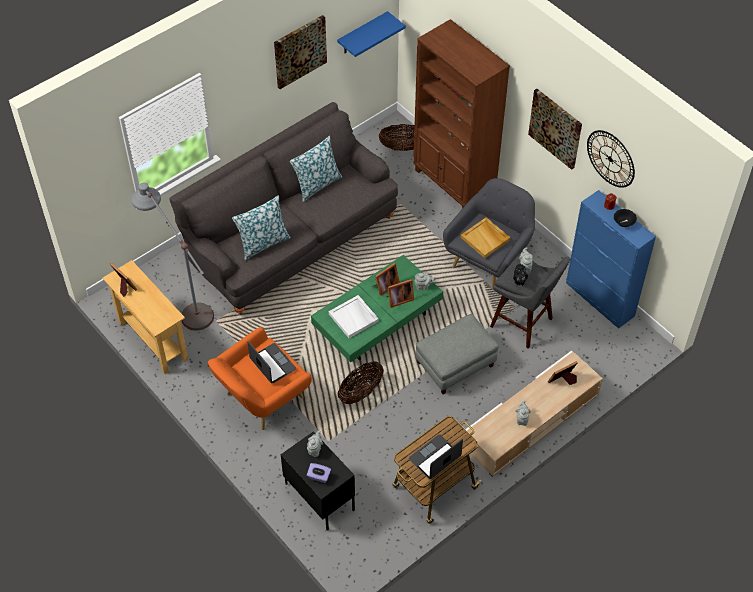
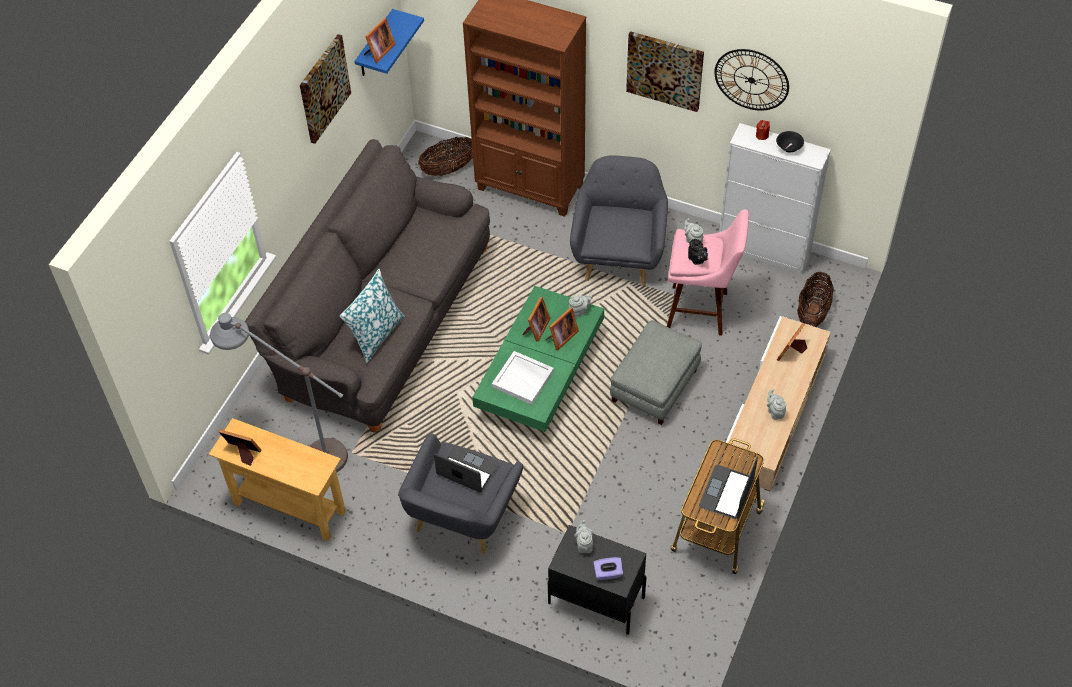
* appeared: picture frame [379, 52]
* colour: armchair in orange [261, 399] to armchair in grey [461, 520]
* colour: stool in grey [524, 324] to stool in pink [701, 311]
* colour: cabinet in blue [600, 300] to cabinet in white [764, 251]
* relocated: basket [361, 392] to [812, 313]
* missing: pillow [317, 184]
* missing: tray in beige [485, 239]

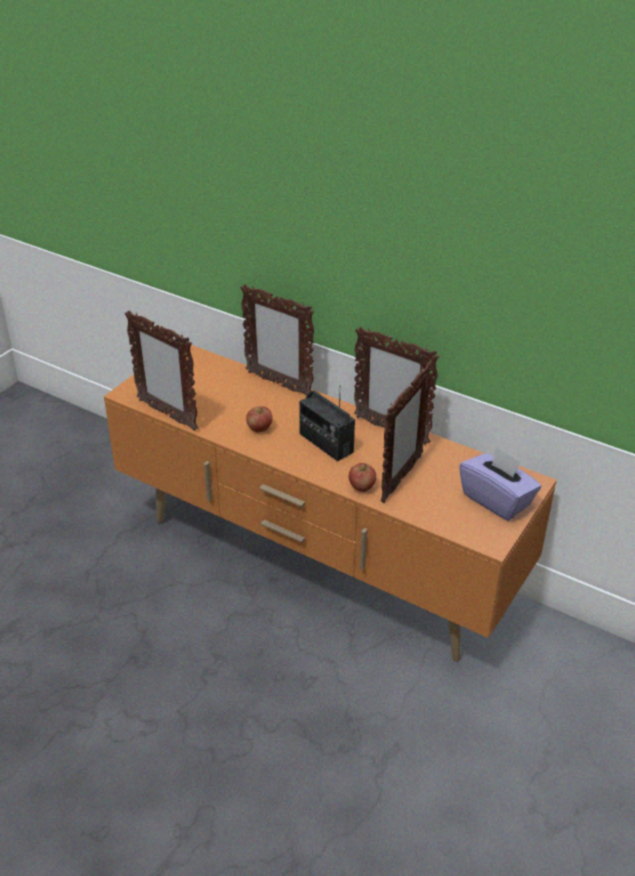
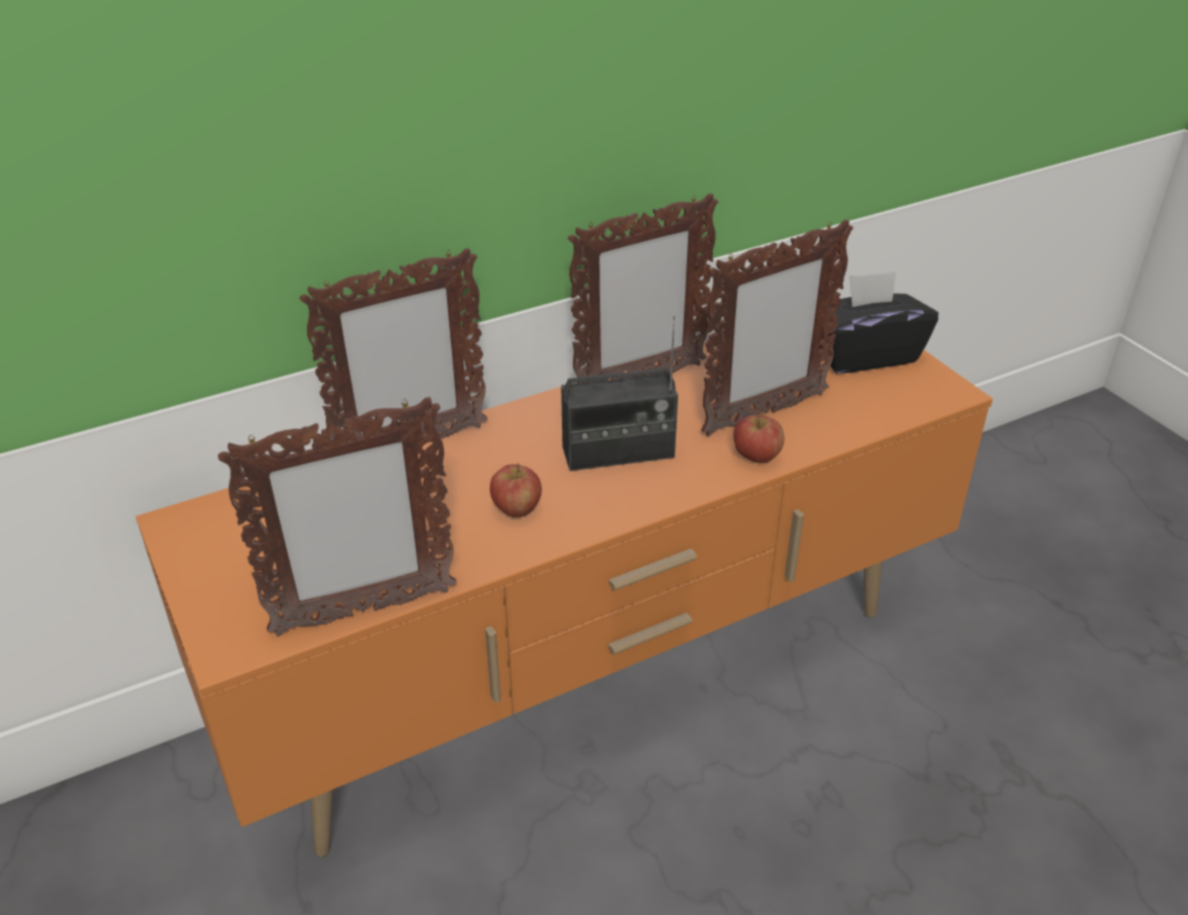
* spun: picture frame [401, 479] = [763, 414] 90 degrees clockwise
* colour: tissue box in purple [496, 500] to tissue box in black [864, 354]

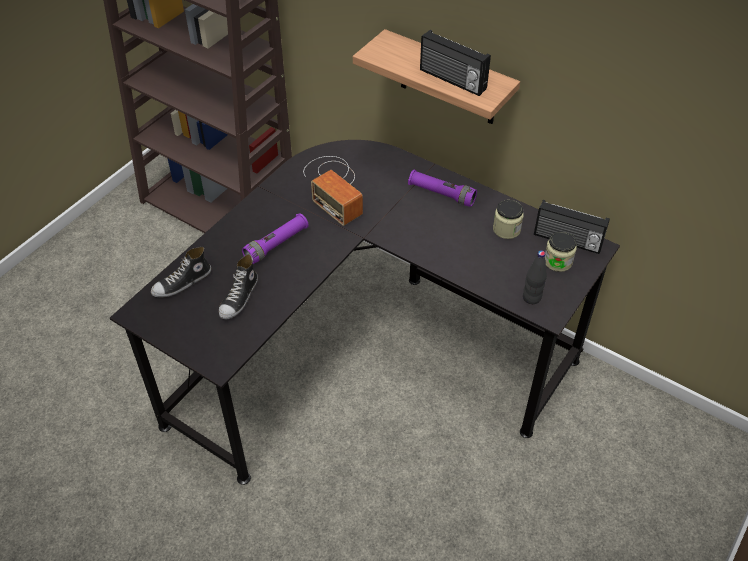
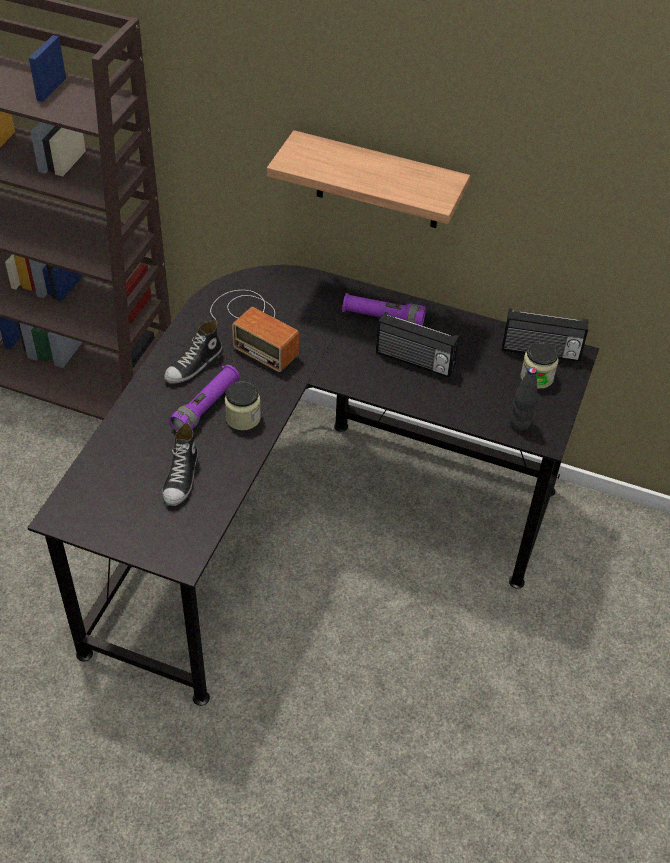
* relocated: shoe [182, 283] to [194, 365]
* relocated: jar [506, 229] to [243, 418]
* relocated: radio [452, 80] to [414, 361]

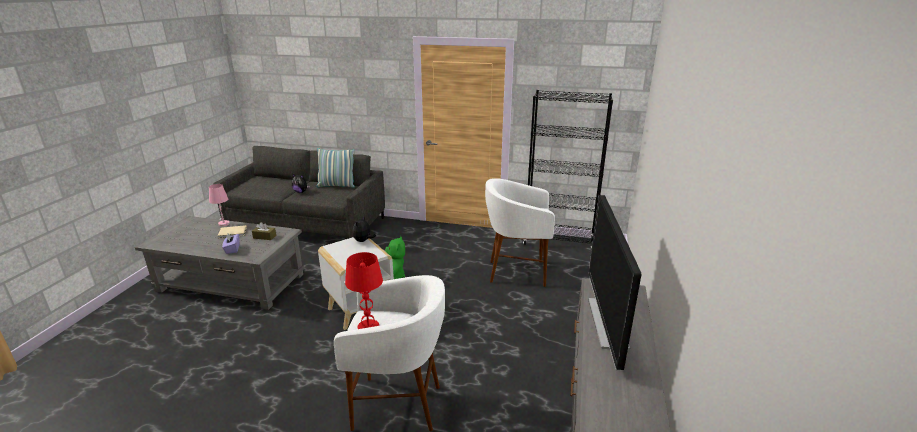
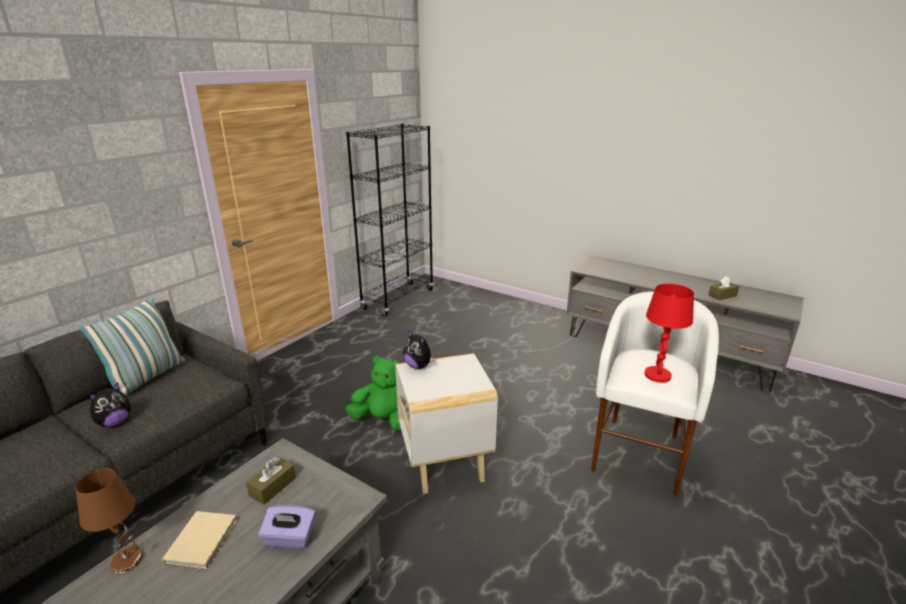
* colour: table lamp in pink [224, 224] to table lamp in brown [128, 560]
* appeared: tissue box in brown [722, 295]
* missing: stool in white [516, 272]
* missing: television [607, 323]

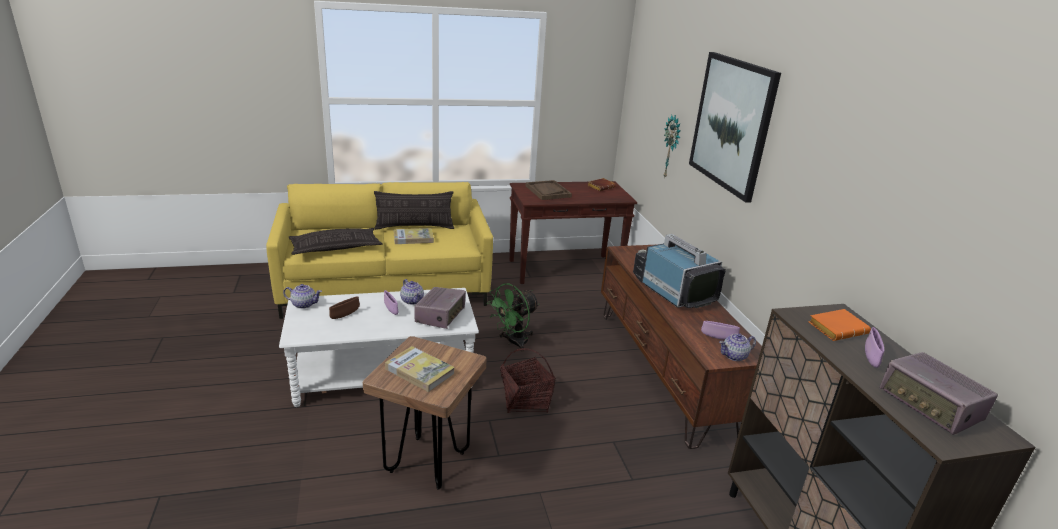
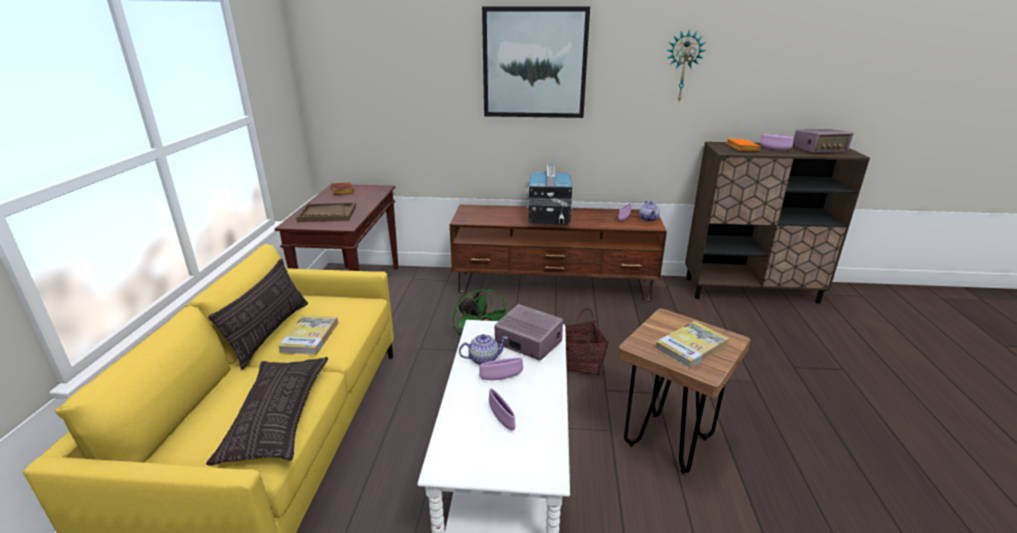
* colour: bowl in brown [345, 315] to bowl in purple [501, 419]
* spun: television [673, 291] = [549, 217] 75 degrees counterclockwise
* relocated: wall clock [672, 147] to [683, 66]
* missing: teapot [303, 304]

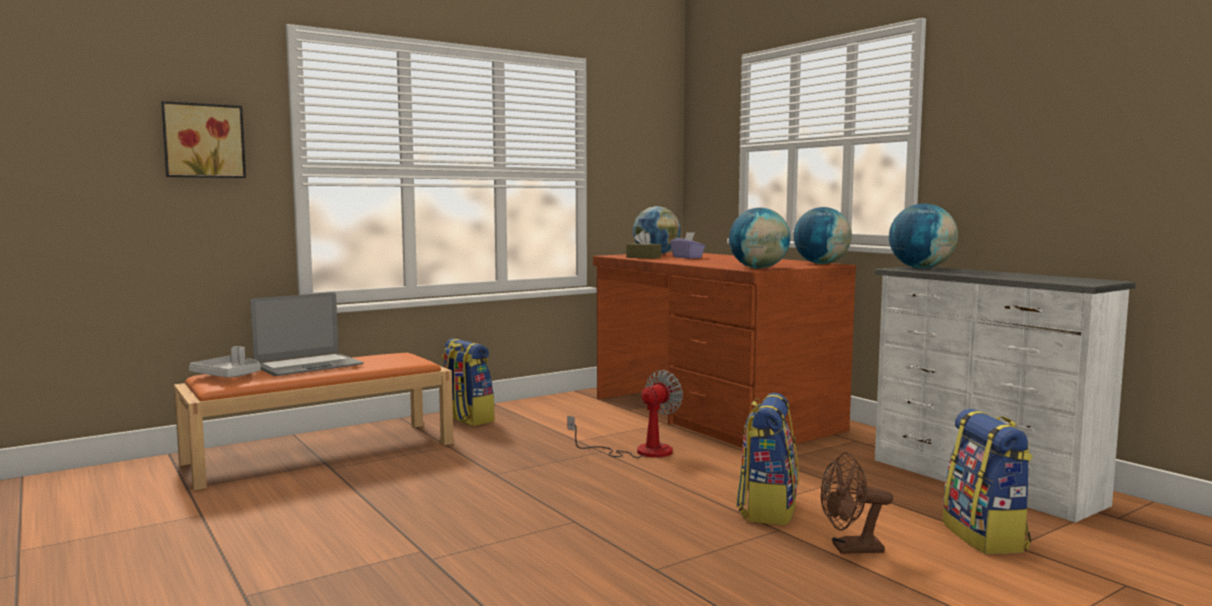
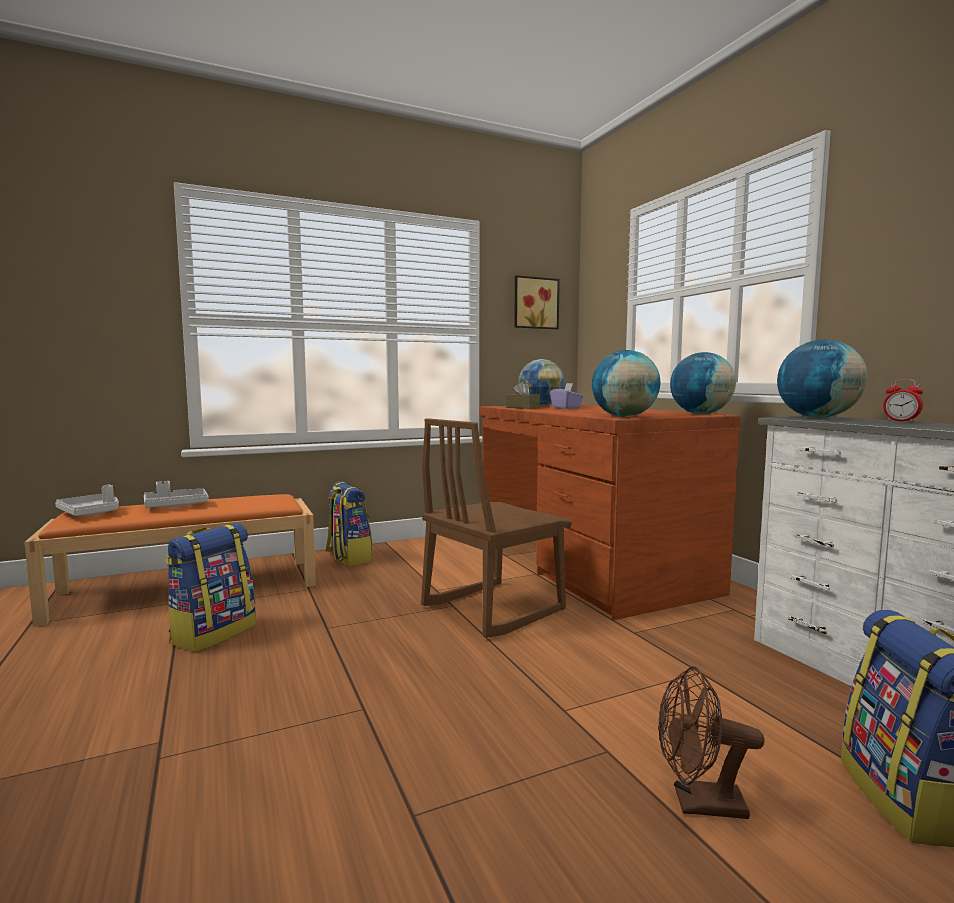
* exchanged: laptop [308, 366] to tray in grey [175, 506]
* relocated: backpack [767, 509] to [213, 633]
* exchanged: fan [640, 451] to chair in brown [492, 608]
* relocated: picture [203, 141] to [535, 303]
* appeared: alarm clock [901, 421]

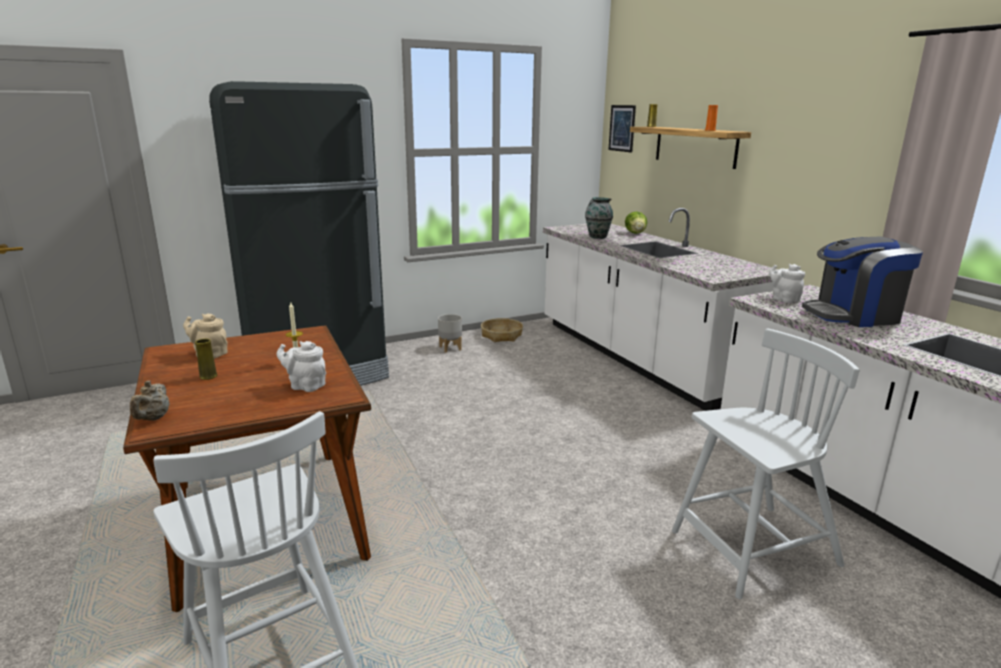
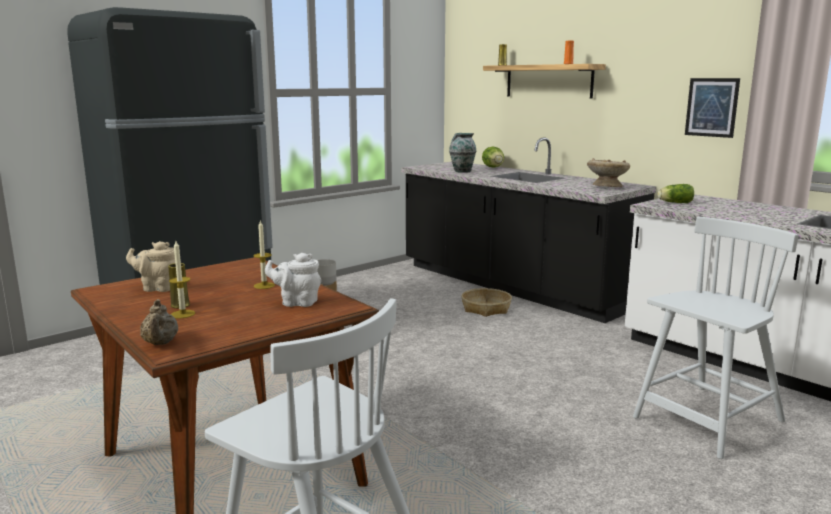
* appeared: candle [183, 314]
* colour: counter in white [638, 357] to counter in black [512, 285]
* relocated: basket [501, 336] to [485, 309]
* appeared: bowl in beige [606, 187]
* exchanged: teapot in white [783, 299] to lettuce [674, 203]
* relocated: picture [622, 128] to [711, 107]
* missing: coffee machine [853, 315]

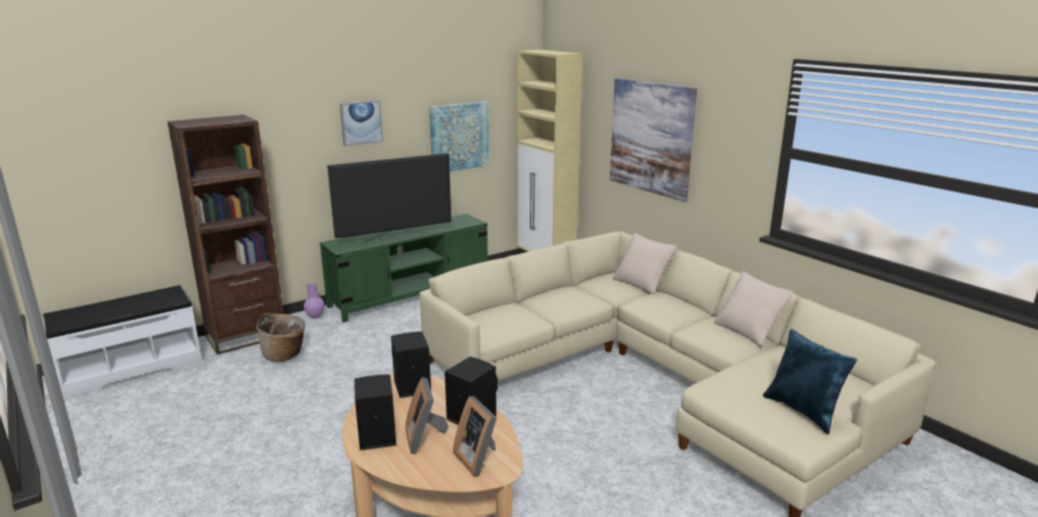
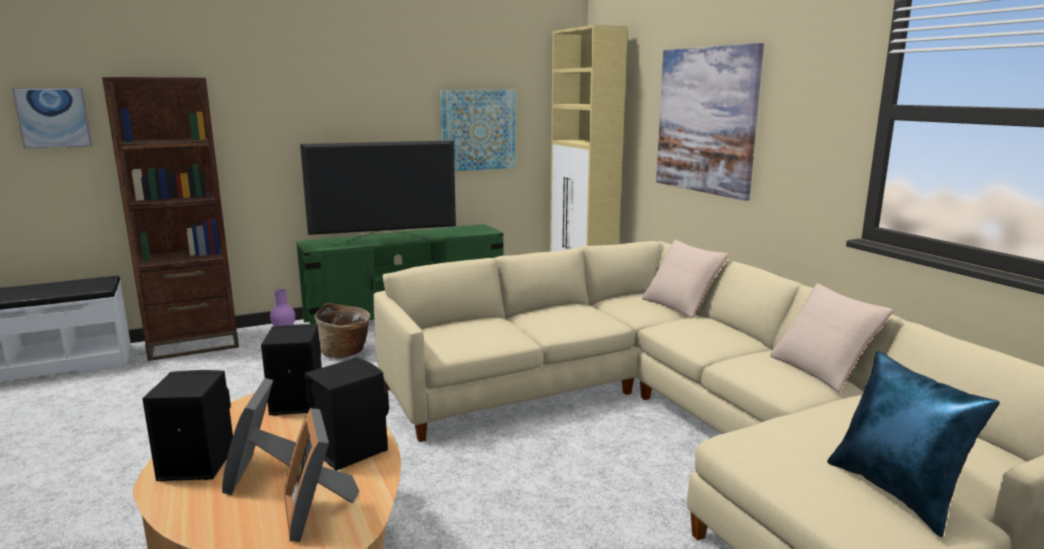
* relocated: picture [361, 123] to [53, 117]
* relocated: basket [285, 354] to [345, 352]

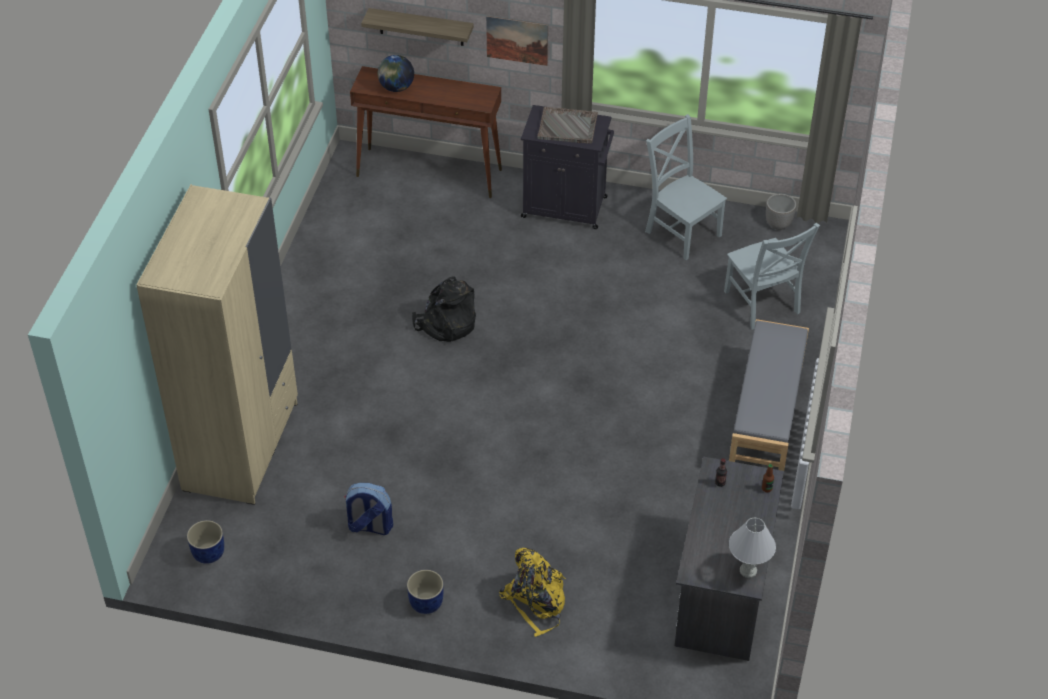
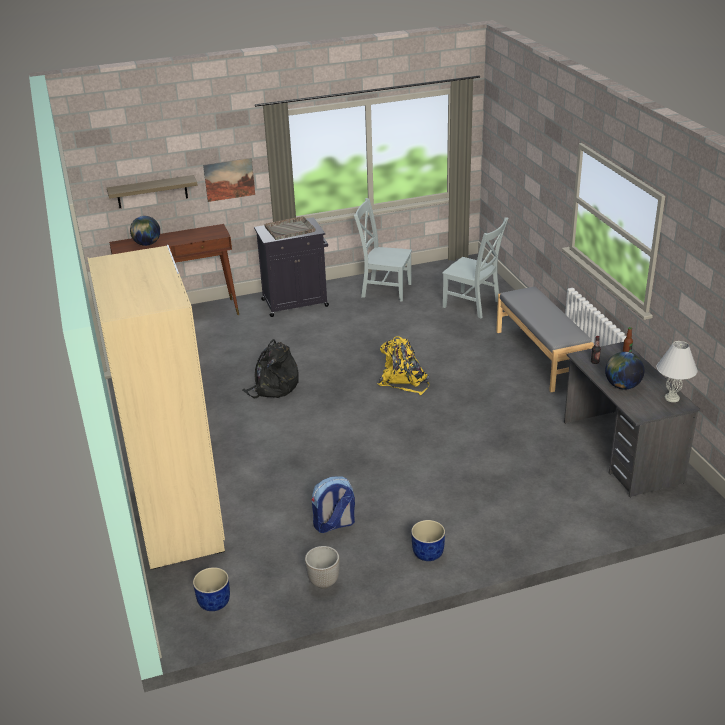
* relocated: planter [778, 224] to [323, 582]
* relocated: backpack in yellow [536, 601] to [404, 381]
* appeared: globe [622, 386]

